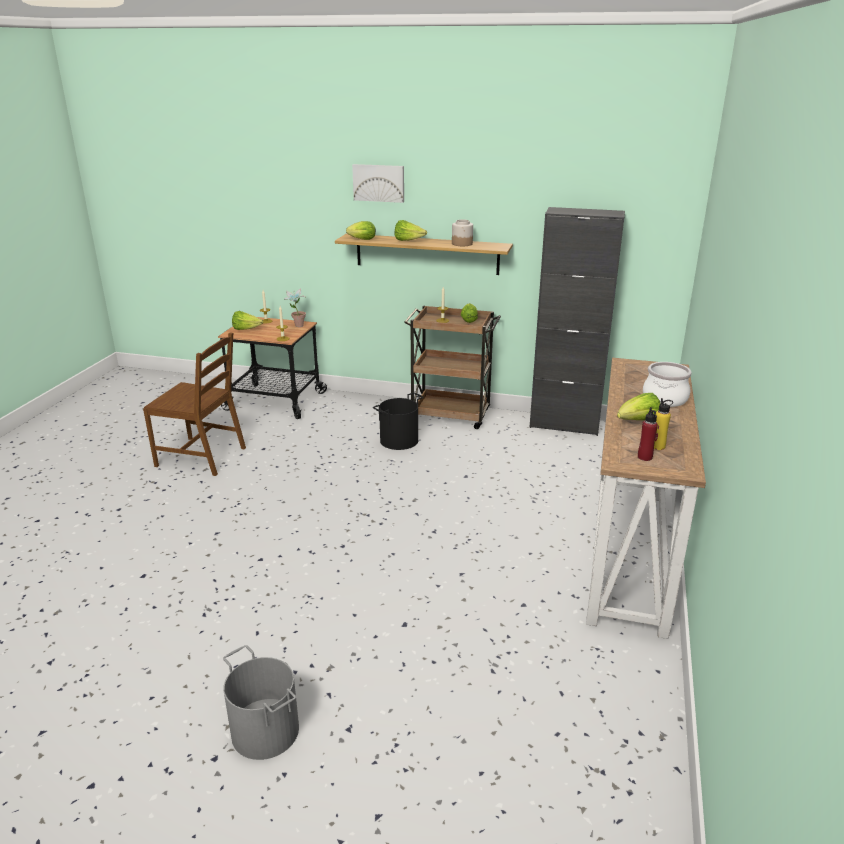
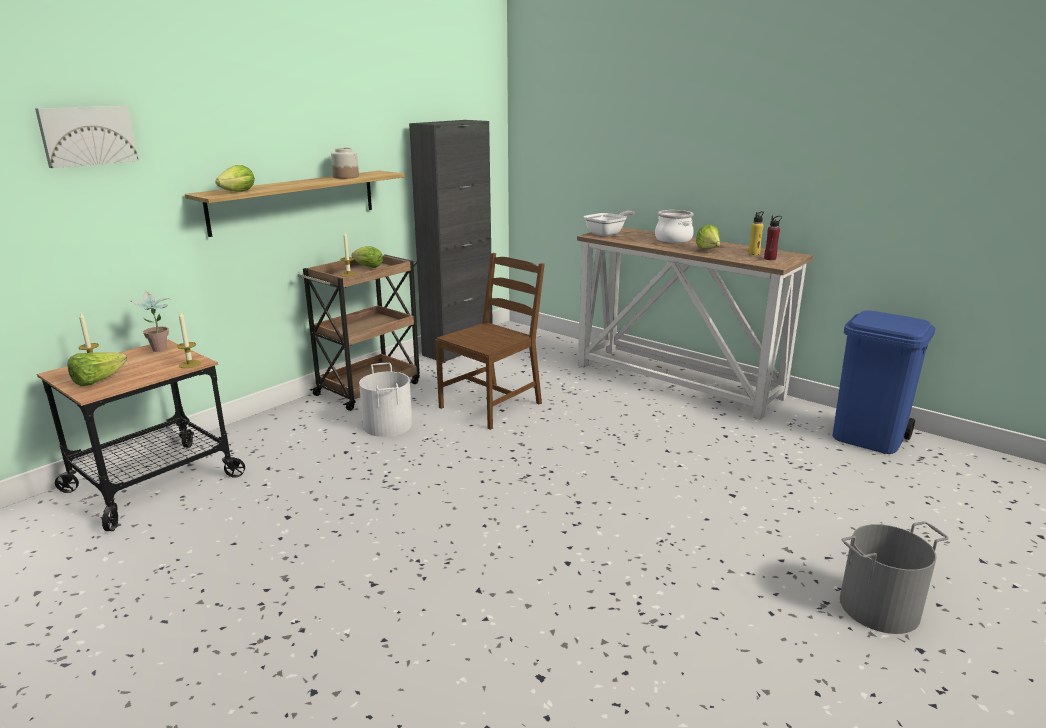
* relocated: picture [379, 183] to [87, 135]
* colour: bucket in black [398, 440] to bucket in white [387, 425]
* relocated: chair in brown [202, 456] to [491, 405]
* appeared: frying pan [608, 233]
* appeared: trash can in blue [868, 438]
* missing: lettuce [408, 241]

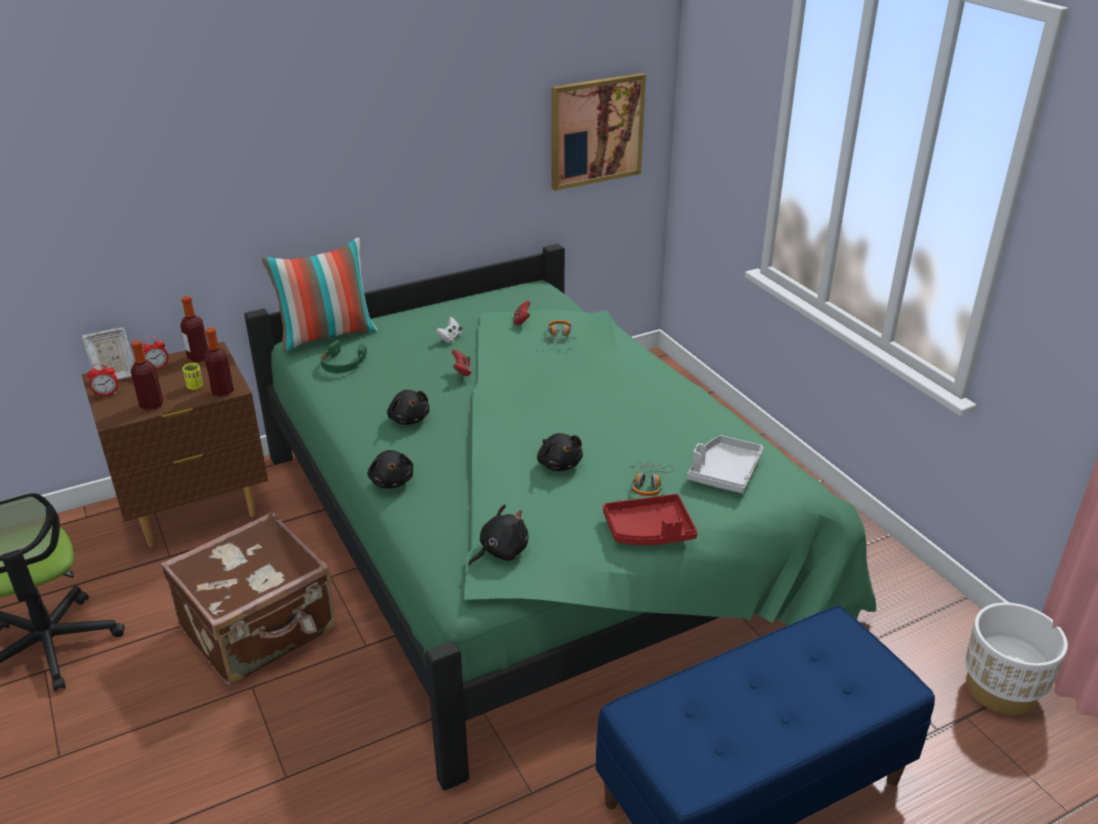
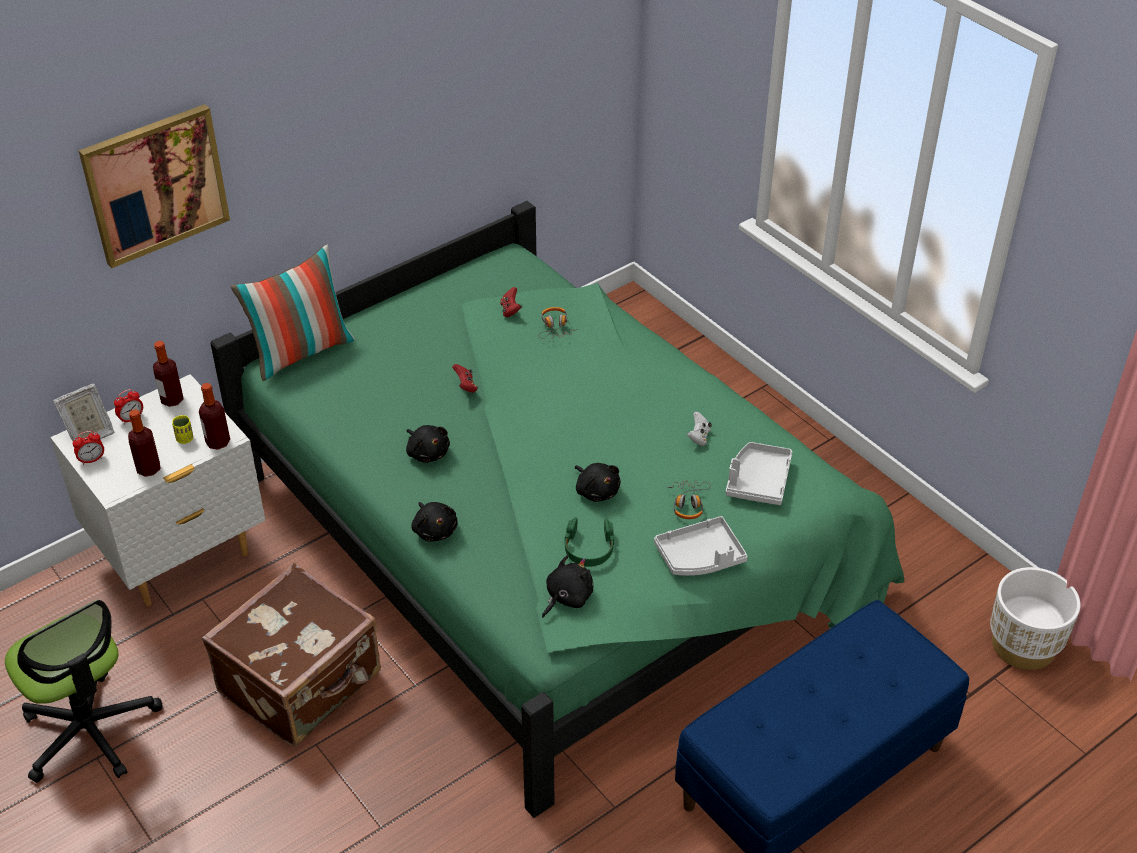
* colour: nightstand in brown [195, 511] to nightstand in white [180, 556]
* relocated: picture [596, 131] to [155, 184]
* relocated: headphones in green [342, 364] to [589, 548]
* colour: tray in red [649, 531] to tray in grey [700, 557]
* relocated: game controller in white [450, 338] to [699, 437]

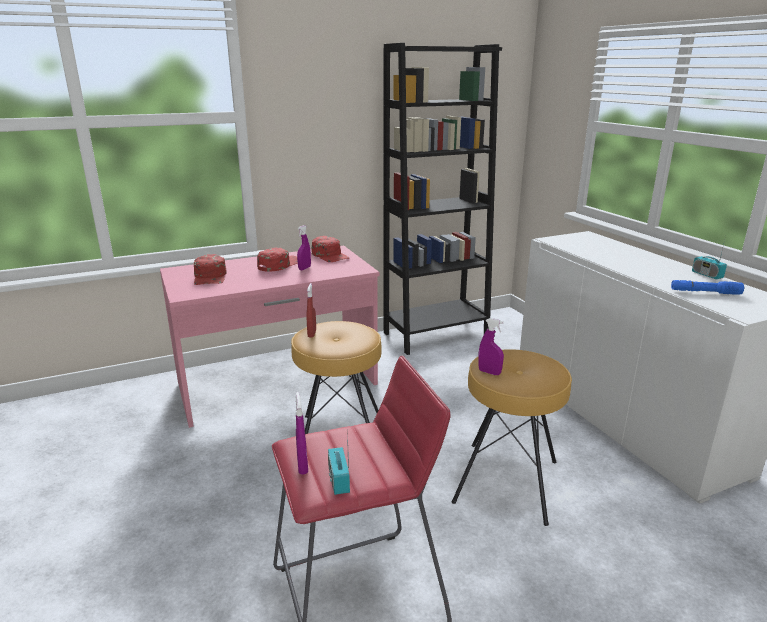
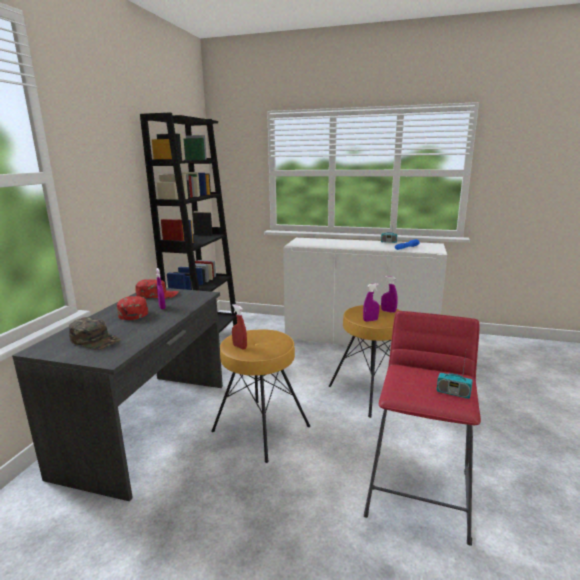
* colour: desk in pink [278, 384] to desk in grey [149, 426]
* colour: cap in red [210, 277] to cap in green [95, 340]
* relocated: spray bottle in purple [302, 466] to [388, 311]

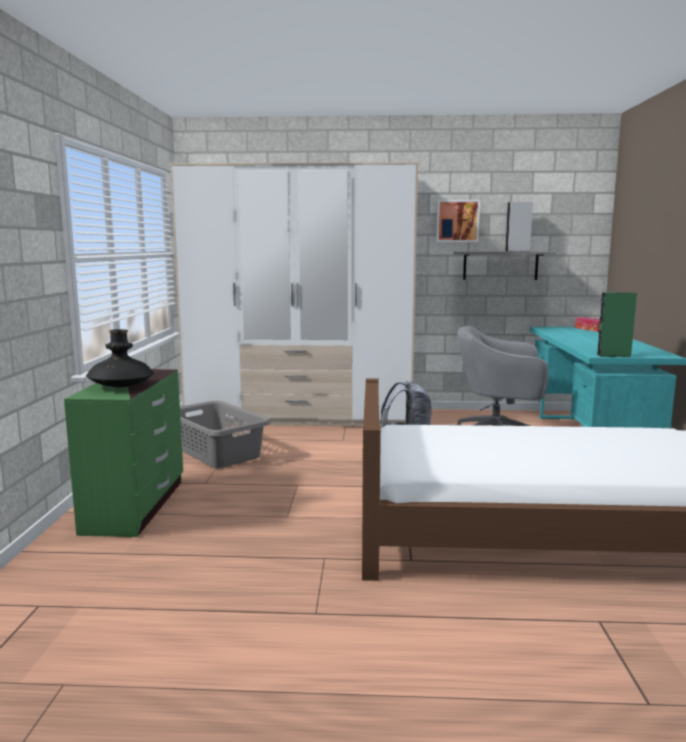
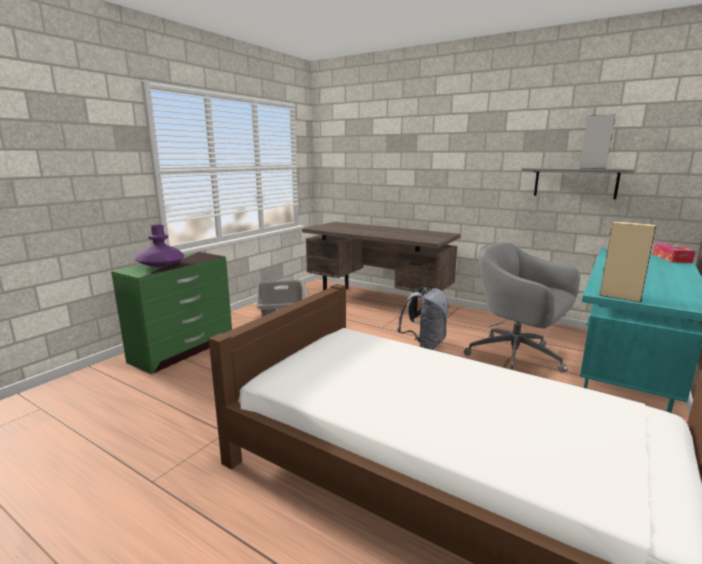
* colour: vase in black [121, 386] to vase in purple [161, 265]
* exchanged: wardrobe [301, 417] to desk in brown [378, 301]
* colour: speaker in green [613, 355] to speaker in beige [620, 297]
* missing: picture [457, 221]

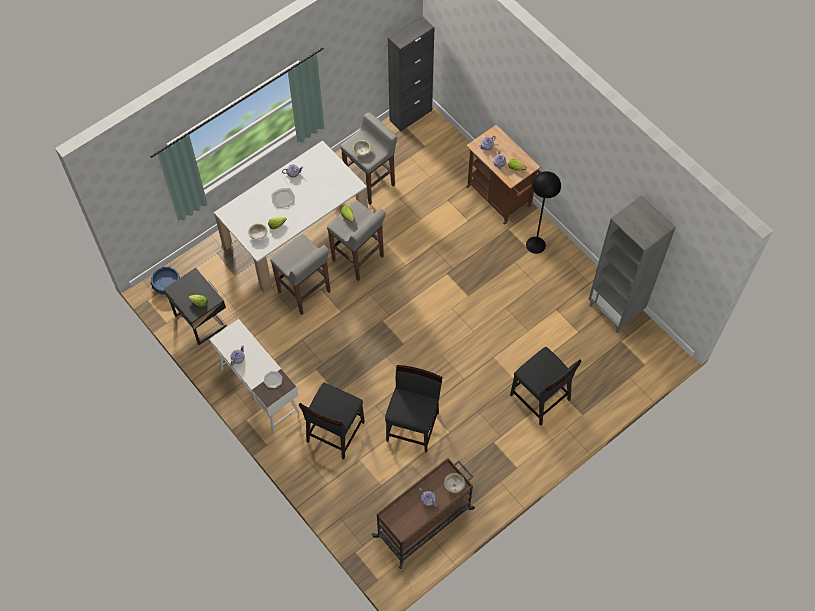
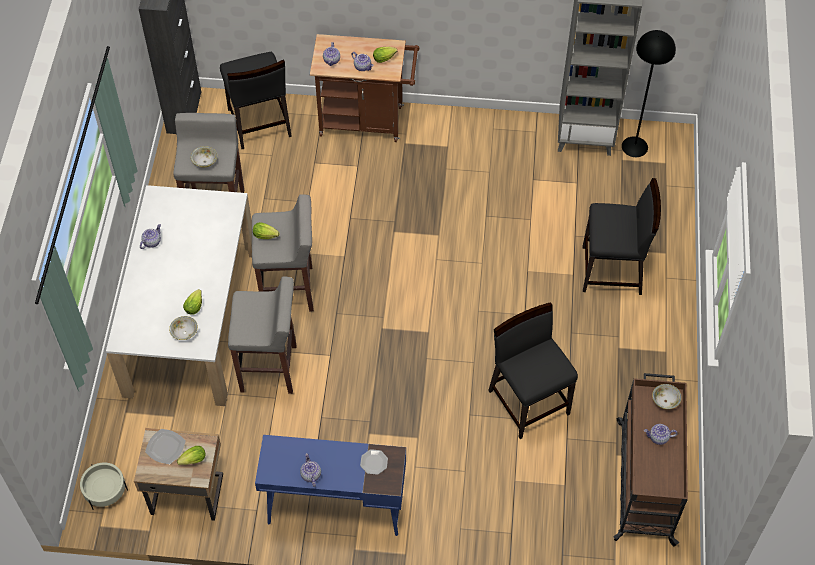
* colour: planter in blue [167, 285] to planter in beige [105, 491]
* colour: nightstand in black [201, 319] to nightstand in beige [187, 492]
* relocated: plate [283, 199] to [165, 447]
* relocated: chair in black [334, 432] to [259, 123]
* colour: desk in white [259, 390] to desk in blue [334, 507]
* relocated: floor lamp in black [536, 245] to [635, 146]

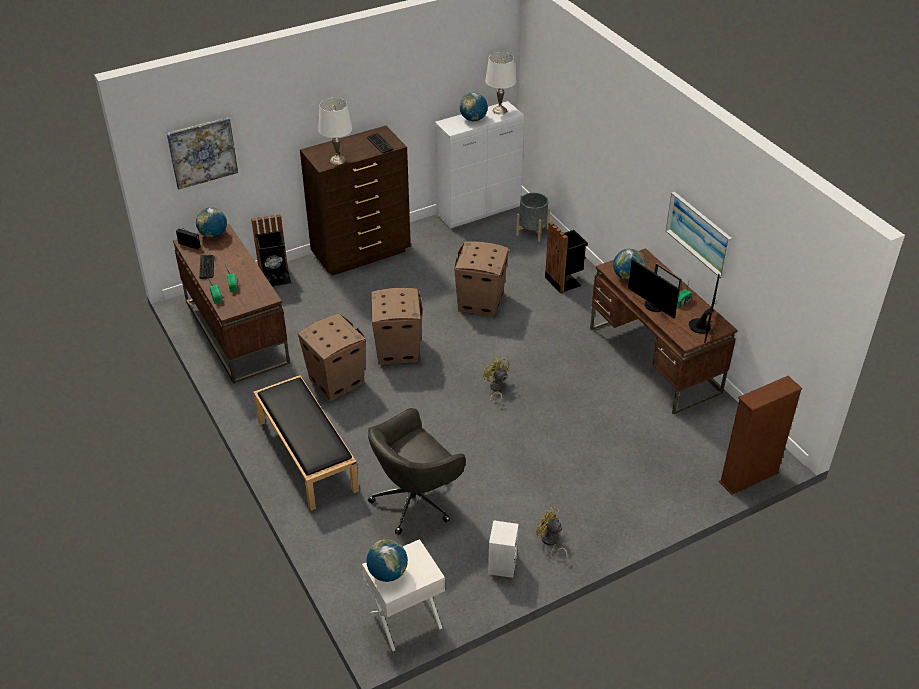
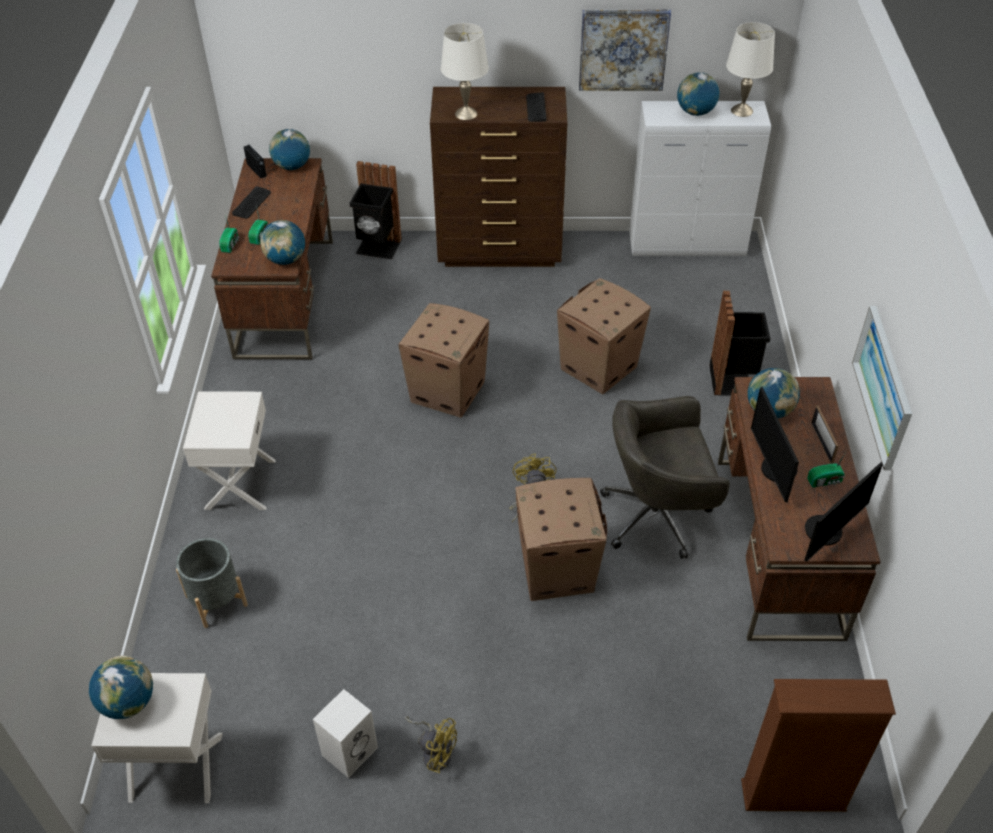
* relocated: planter in grey [532, 231] to [216, 600]
* exchanged: bench in black [306, 455] to nightstand in white [239, 484]
* appeared: globe [286, 260]
* spun: fan in yellow [550, 542] = [435, 751] 135 degrees clockwise
* relocated: cardboard box [336, 380] to [557, 569]
* relocated: picture [202, 152] to [623, 49]
* relocated: office chair in grey [415, 500] to [658, 515]

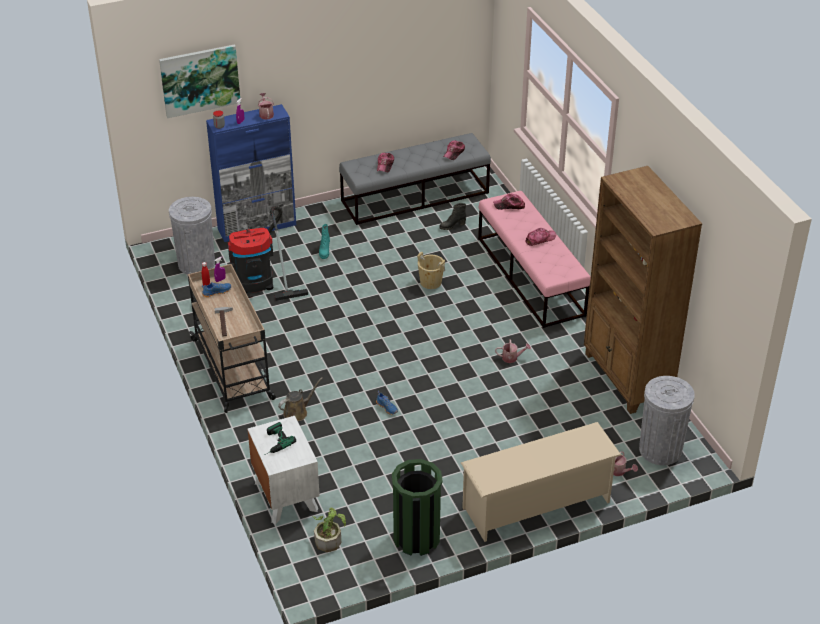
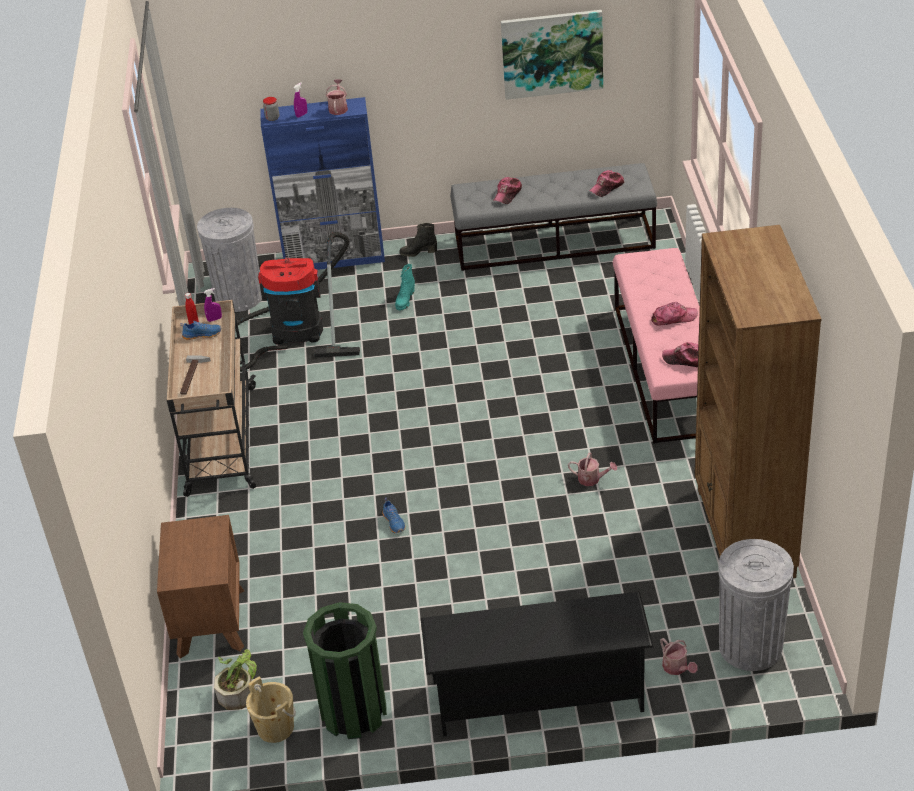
* colour: nightstand in white [285, 495] to nightstand in brown [210, 621]
* relocated: bucket in beige [430, 282] to [275, 728]
* relocated: boot in black [452, 226] to [418, 252]
* colour: shoe rack in beige [537, 505] to shoe rack in black [538, 696]
* relocated: picture [200, 80] to [552, 53]
* relocated: cap [509, 205] to [686, 360]
* missing: power drill [273, 442]
* missing: watering can in brown [297, 412]

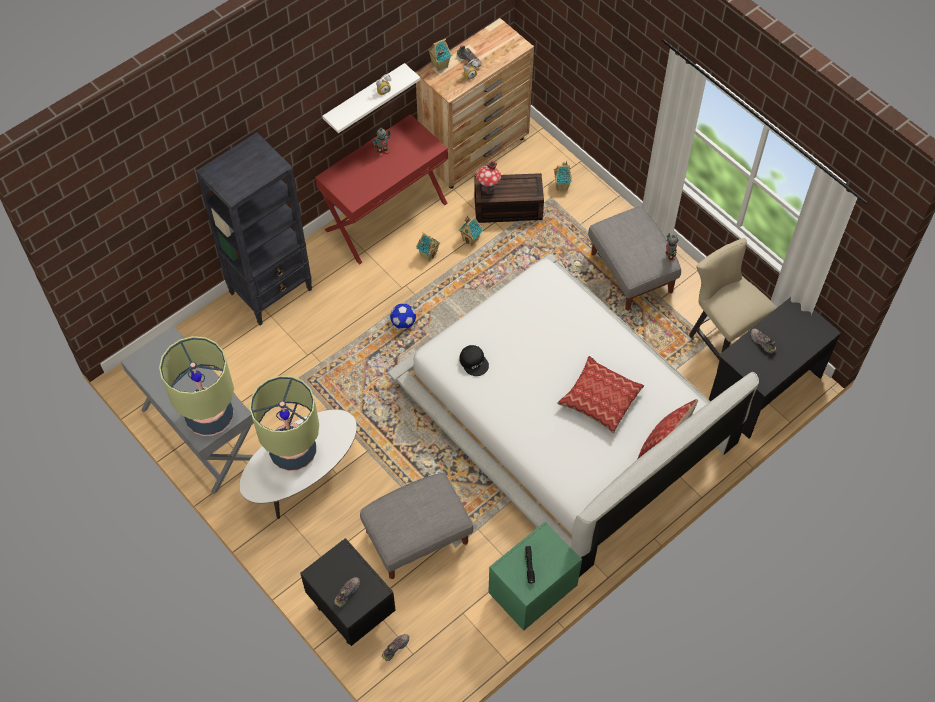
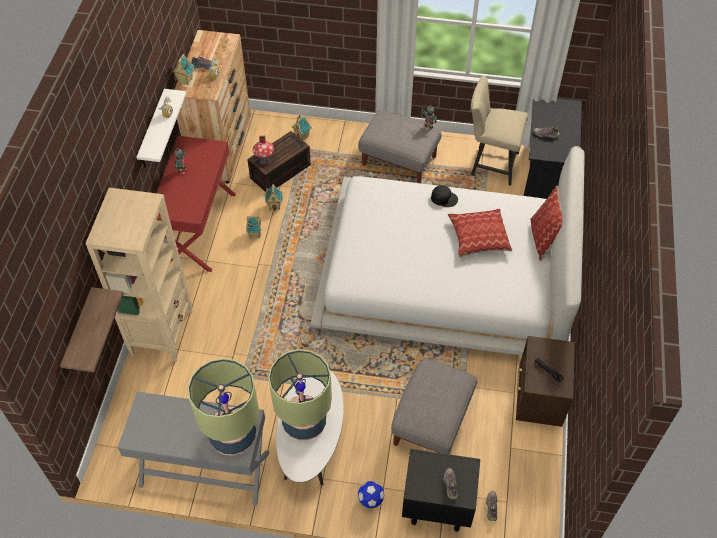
* appeared: shelf [79, 333]
* colour: bookcase in black [271, 291] to bookcase in beige [162, 332]
* relocated: football [403, 323] to [370, 499]
* relocated: cap in black [474, 362] to [444, 198]
* colour: nightstand in green [530, 591] to nightstand in brown [538, 399]

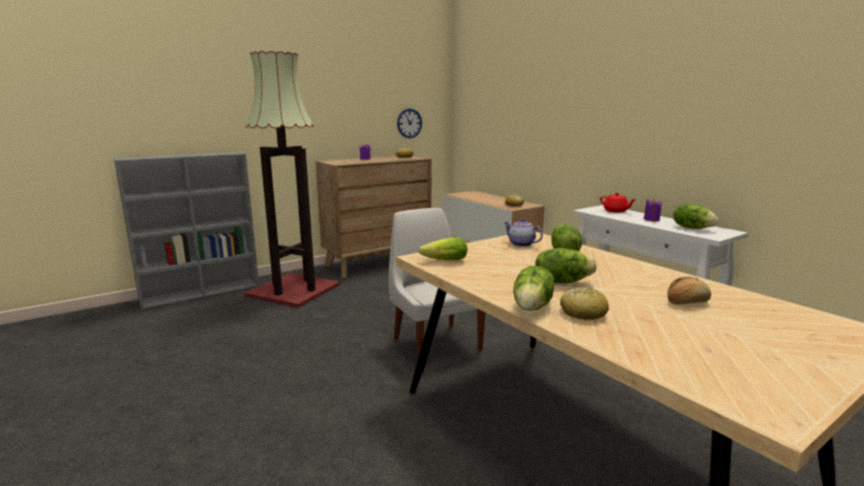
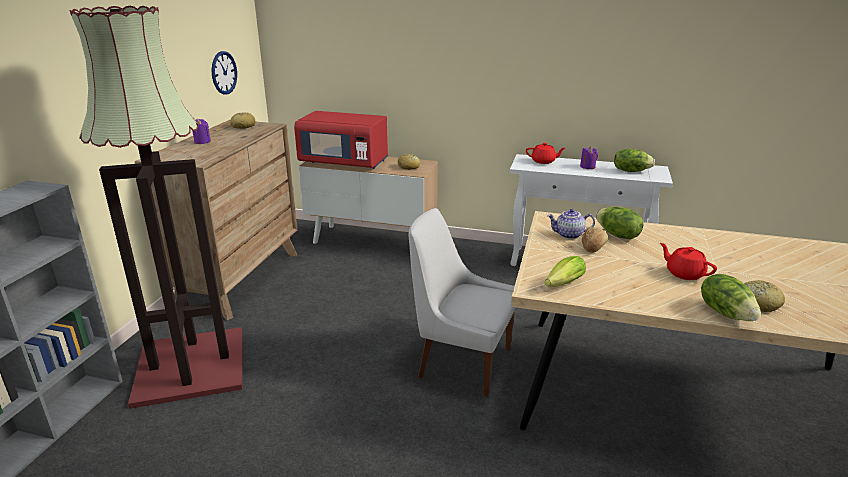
* appeared: microwave in red [344, 162]
* relocated: bread [686, 302] to [593, 247]
* exchanged: lettuce [561, 281] to teapot in red [684, 273]

